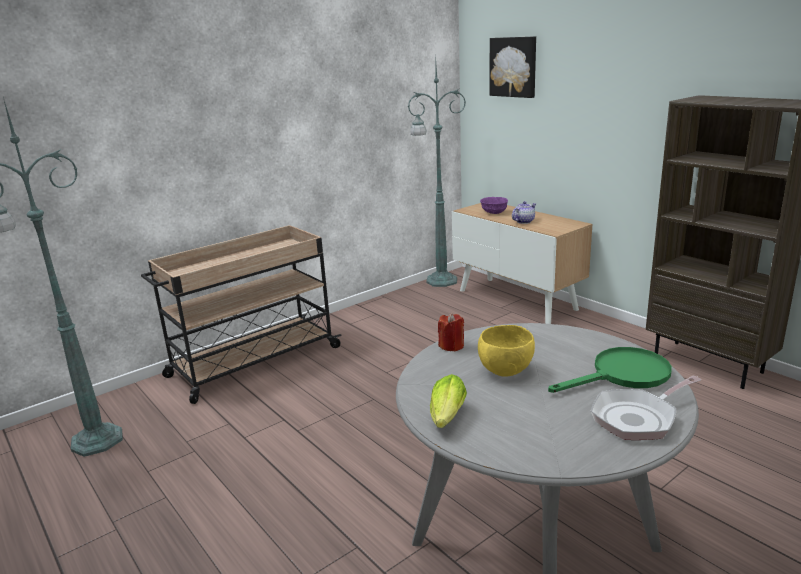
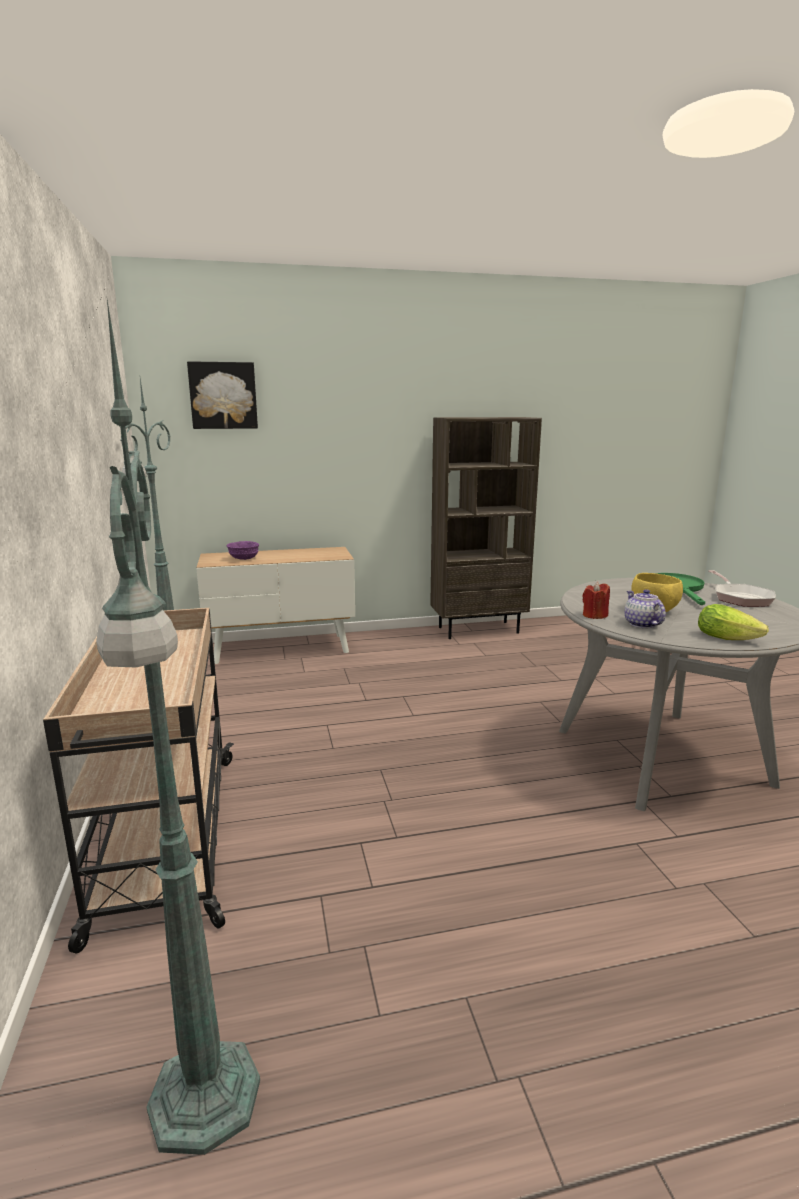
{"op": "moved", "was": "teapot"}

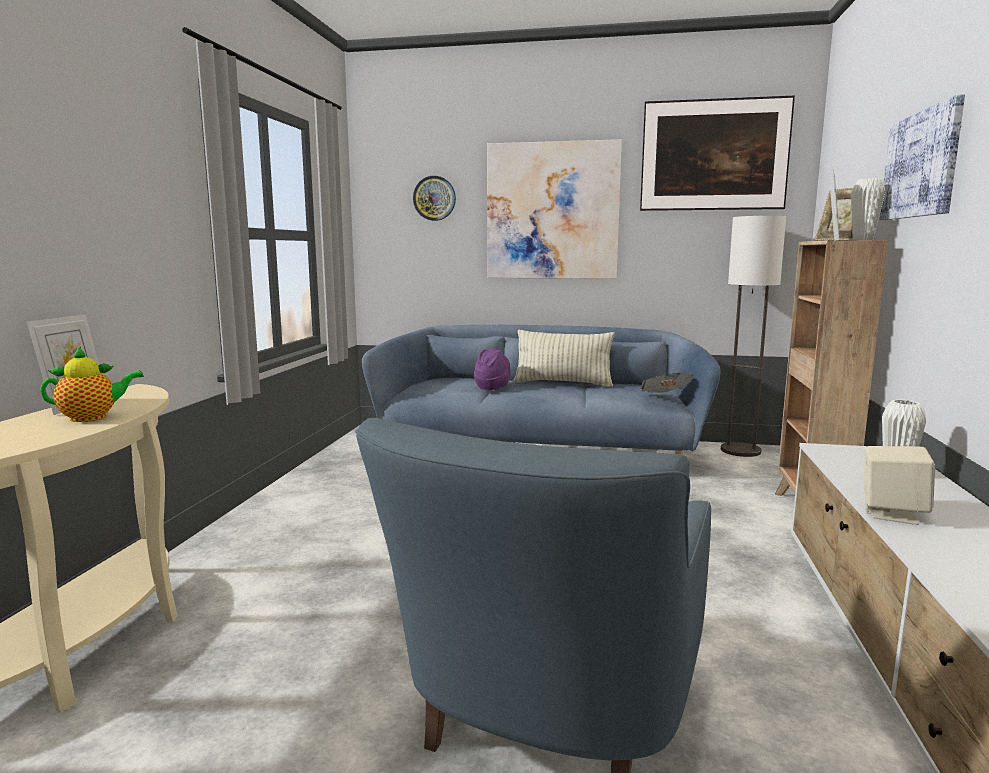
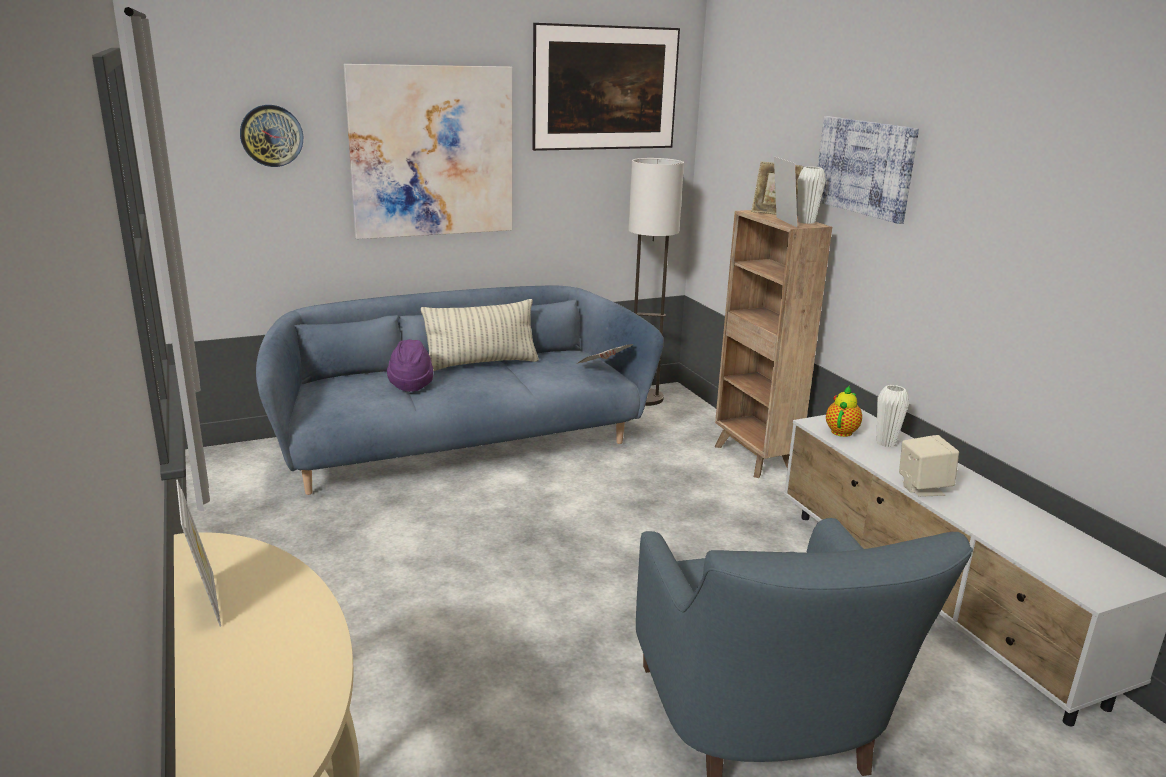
{"op": "moved", "was": "teapot"}

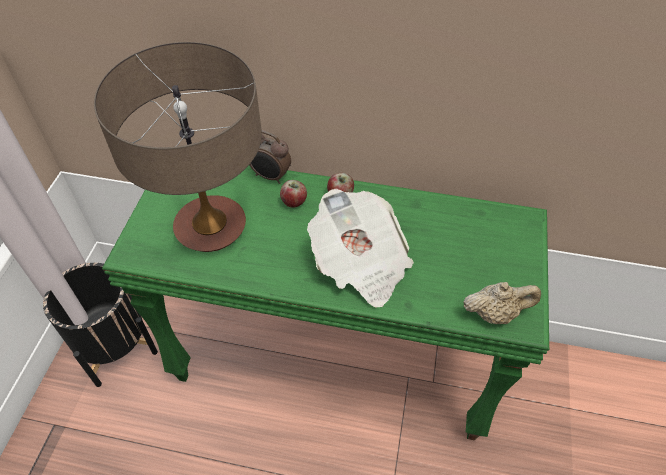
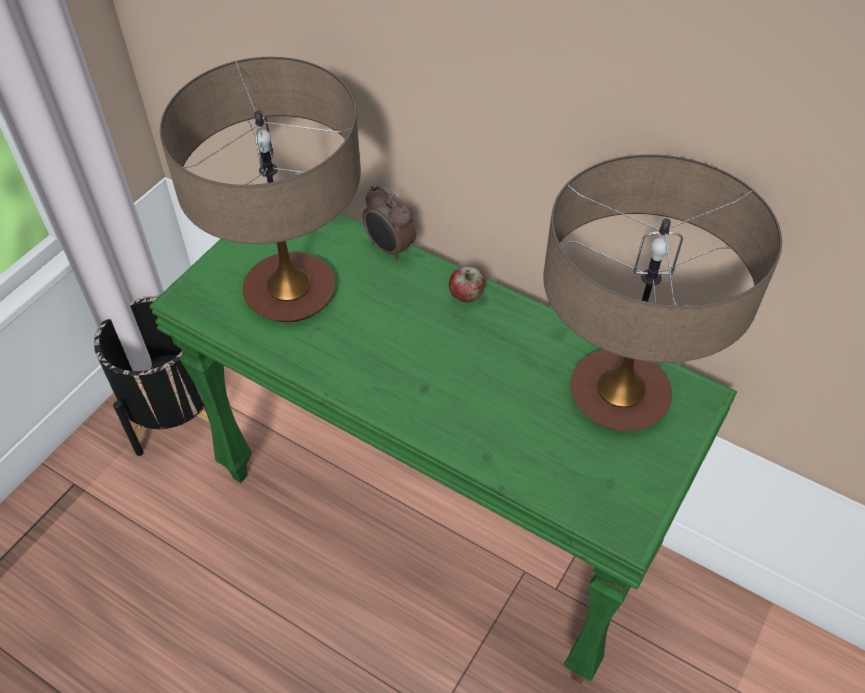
{"op": "removed", "was": "apple (1st from left)"}
{"op": "removed", "was": "newspaper"}
{"op": "removed", "was": "beige_teapot"}
{"op": "added", "now": "table_lamp (2nd from left)"}

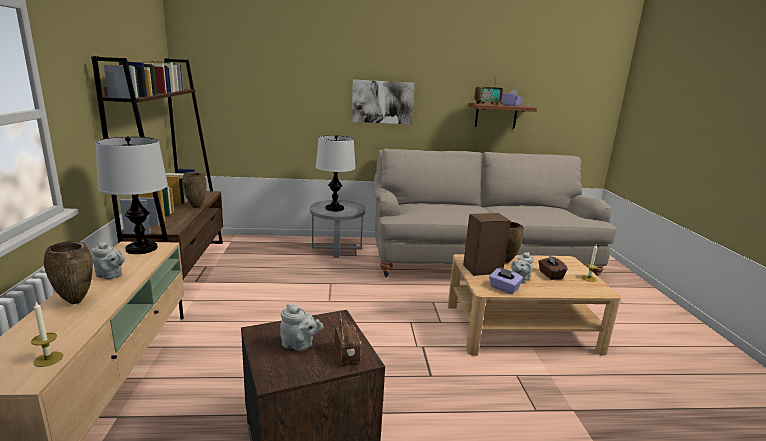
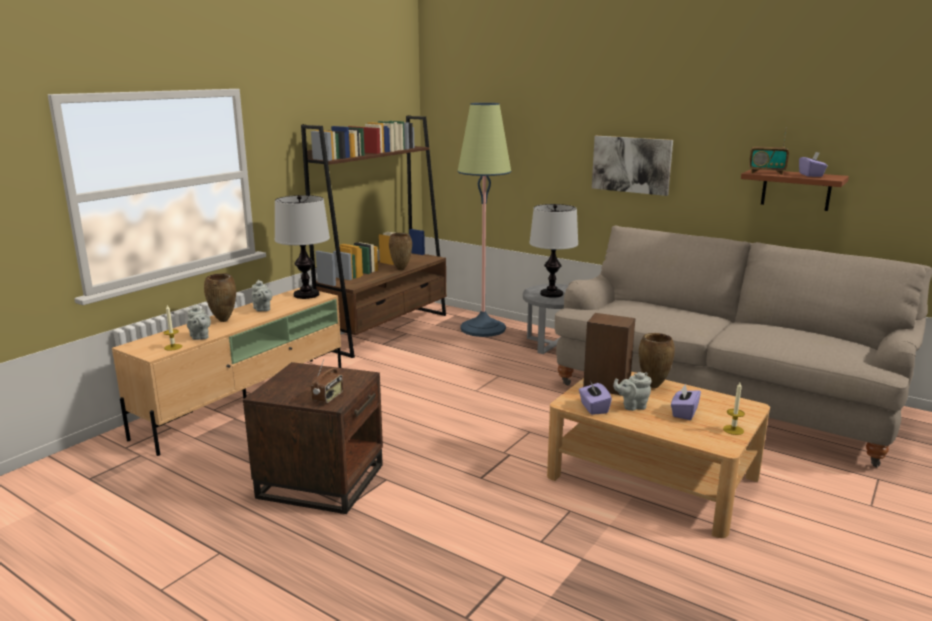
{"op": "moved", "was": "grey_teapot (2nd from left in the first image)", "now": "grey_teapot (1st from left)"}
{"op": "recoloured", "was": "brown_tissue_box", "now": "purple_tissue_box (2nd from left)"}
{"op": "added", "now": "floor_lamp"}

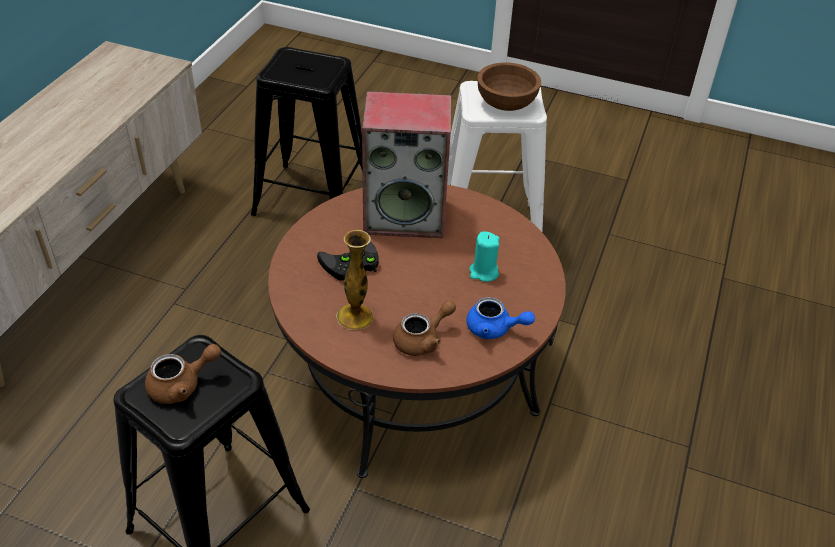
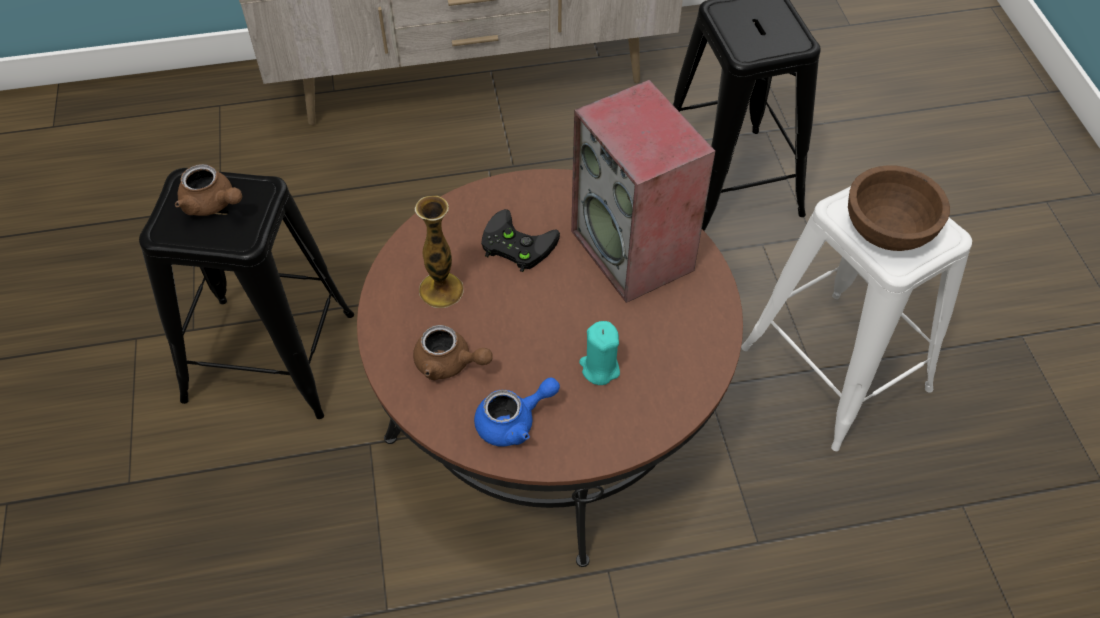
{"op": "turned", "was": "blue_teapot", "clockwise": -105}

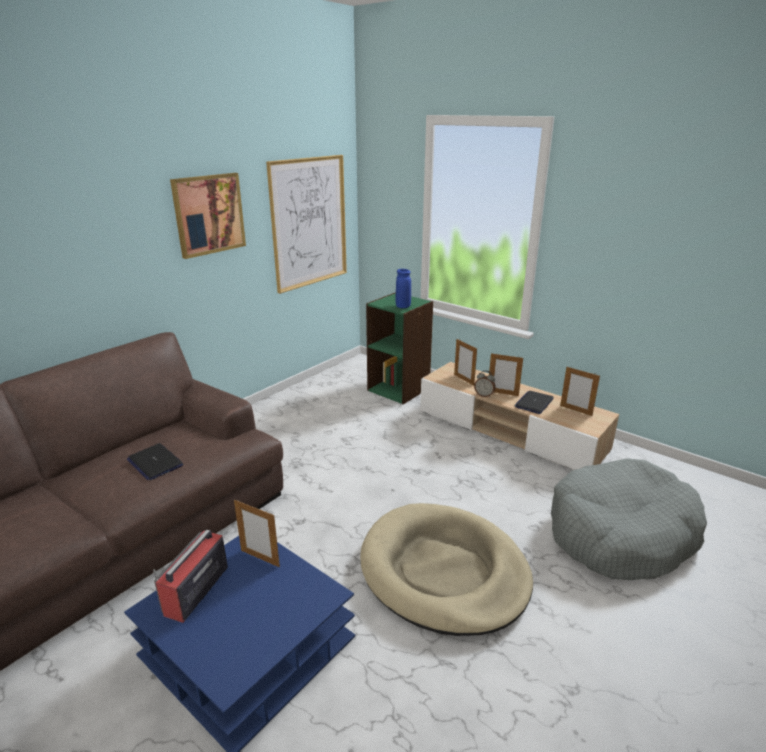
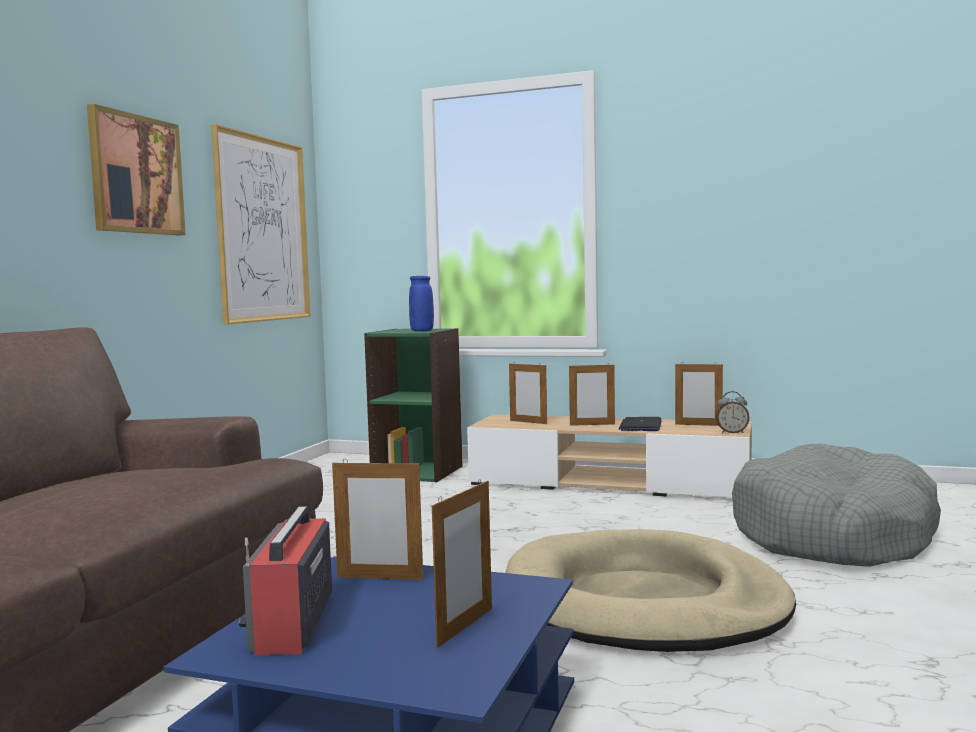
{"op": "removed", "was": "laptop (1st from left)"}
{"op": "moved", "was": "alarm_clock"}
{"op": "added", "now": "picture_frame (2nd from left)"}

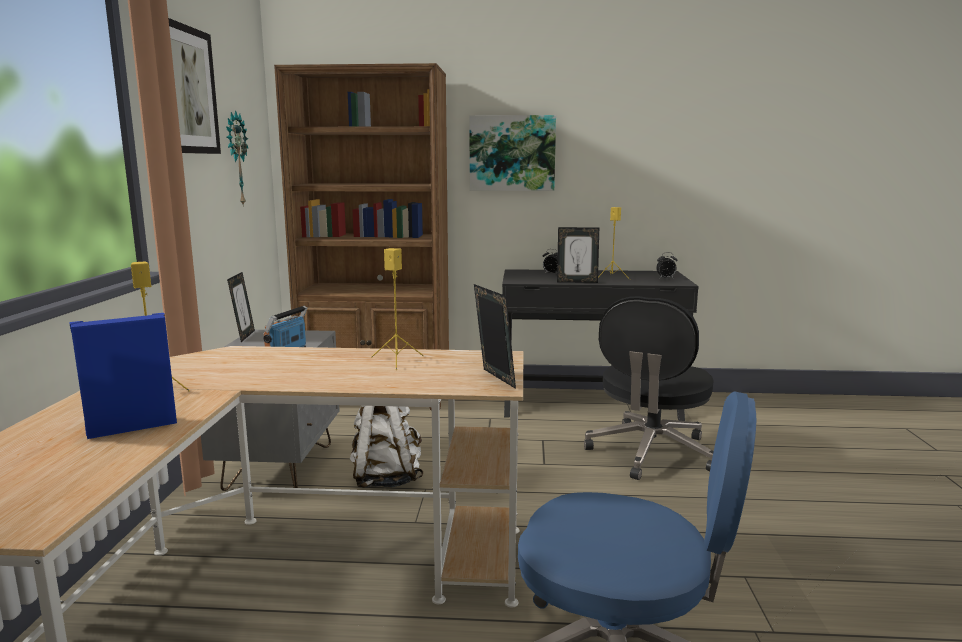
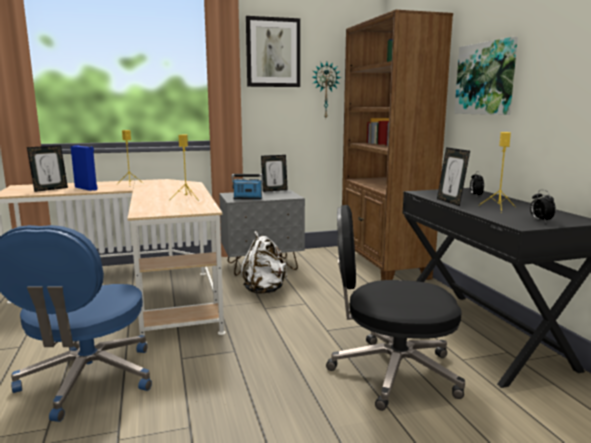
{"op": "moved", "was": "picture_frame (2nd from left in the first image)", "now": "picture_frame (1st from left)"}

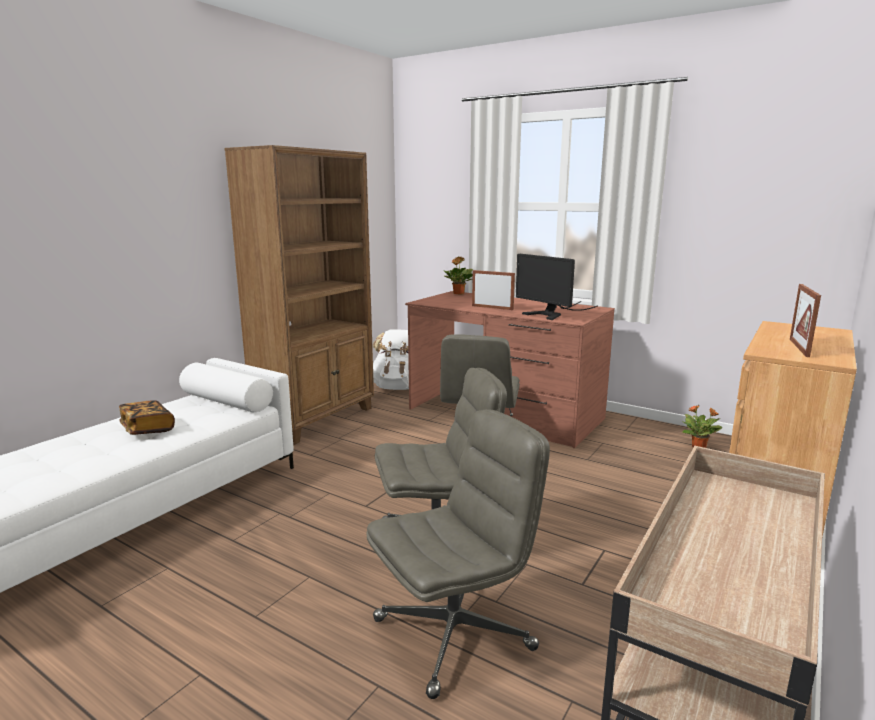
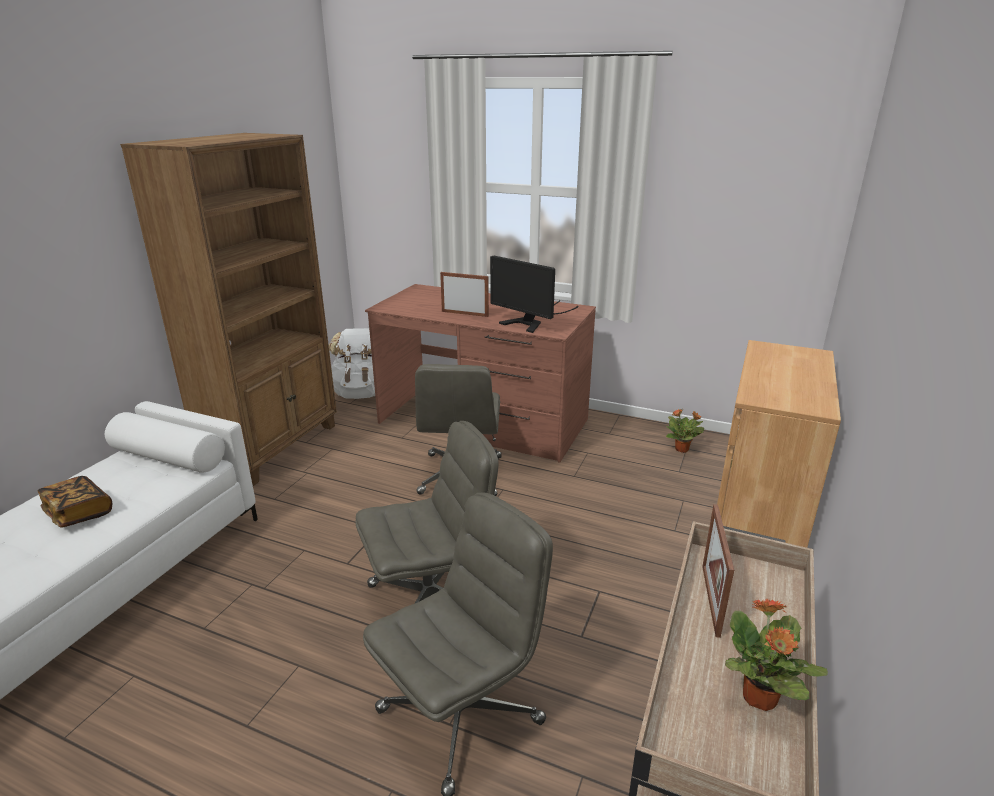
{"op": "moved", "was": "potted_plant (1st from left in the first image)", "now": "potted_plant (2nd from left)"}
{"op": "moved", "was": "picture_frame (2nd from left)"}

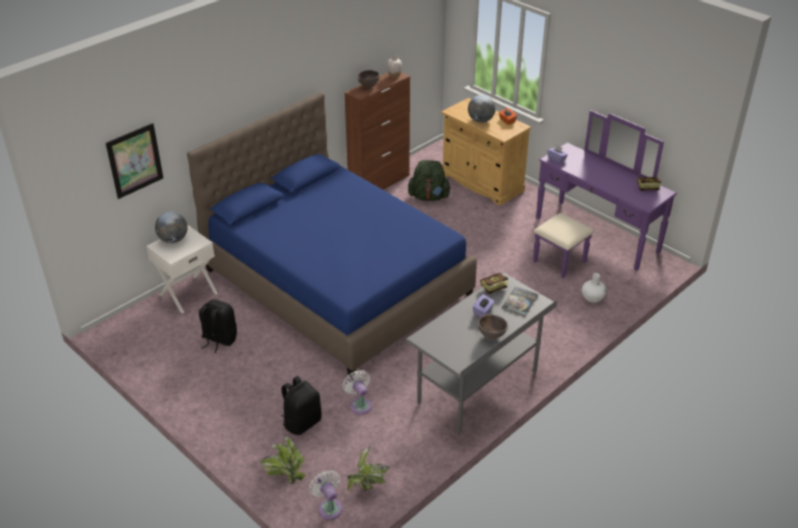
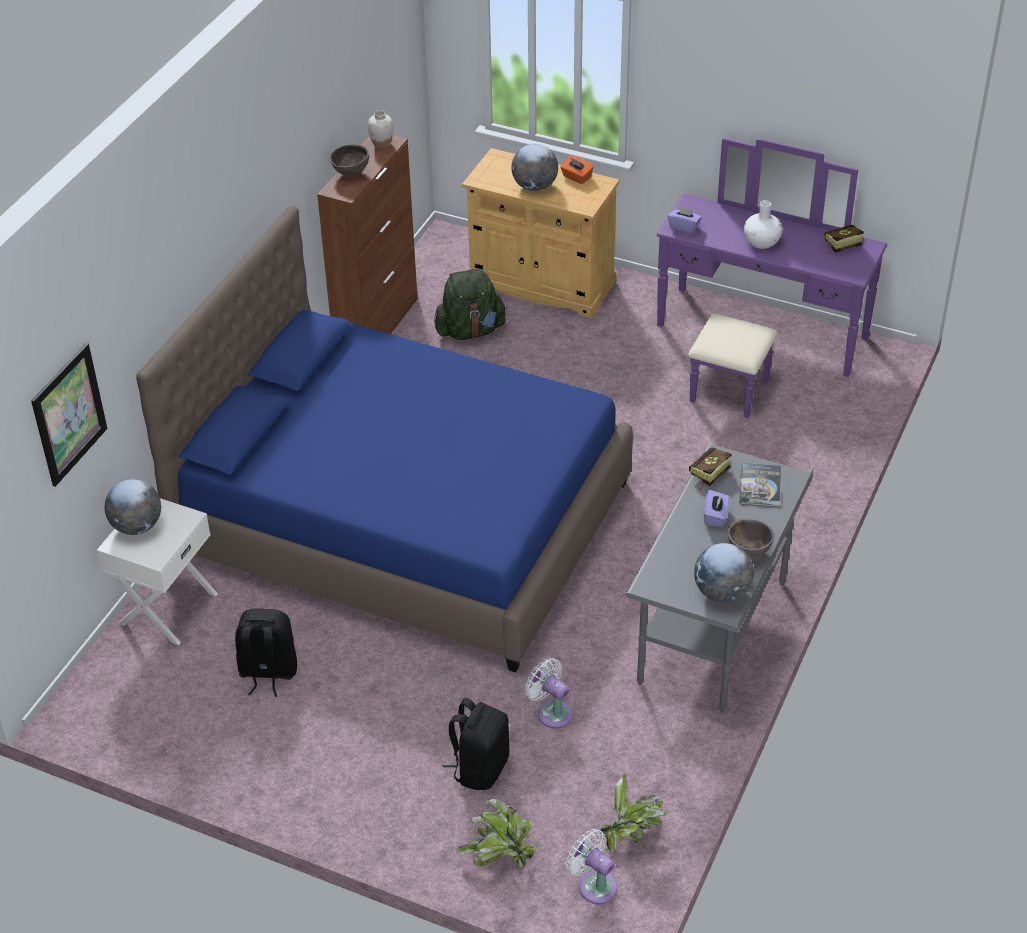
{"op": "moved", "was": "white_vase (2nd from left)"}
{"op": "added", "now": "globe (3rd from left)"}

